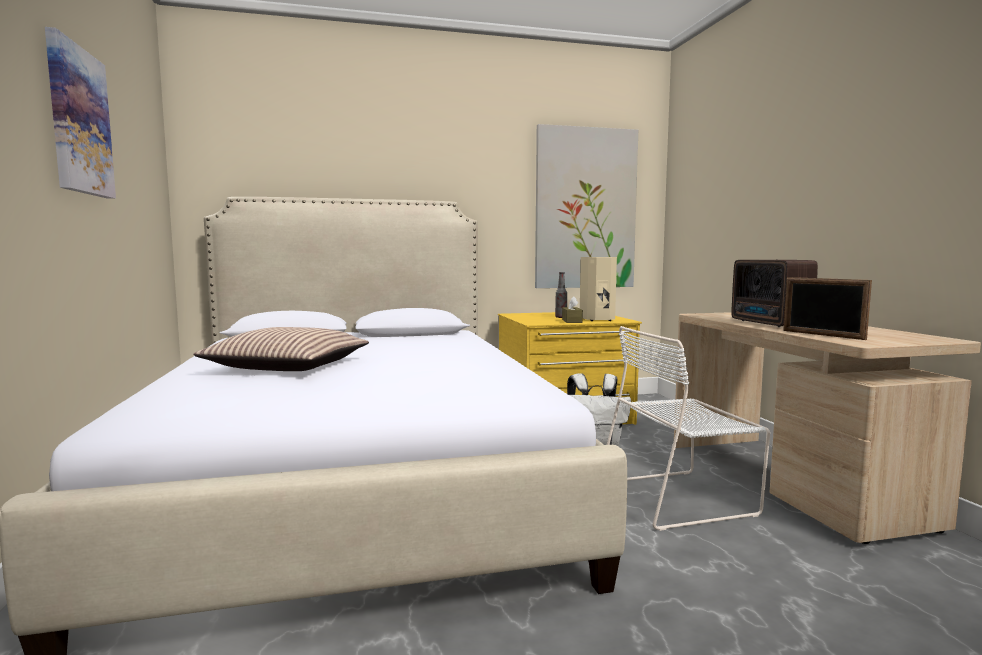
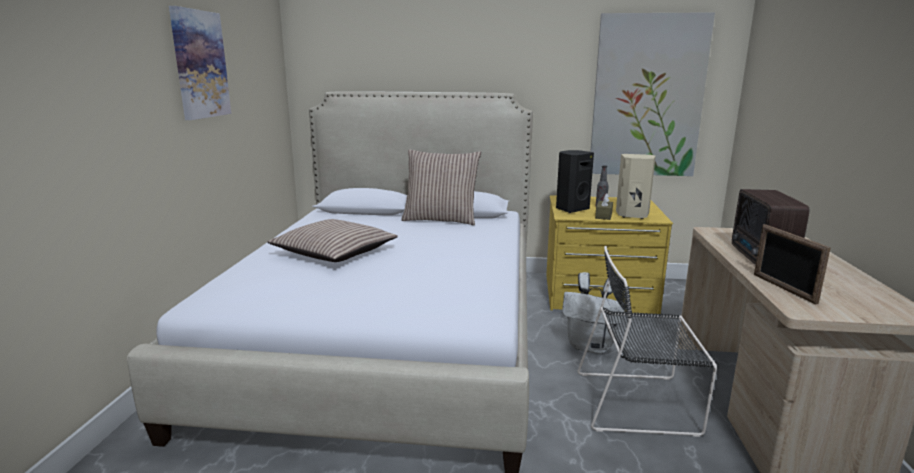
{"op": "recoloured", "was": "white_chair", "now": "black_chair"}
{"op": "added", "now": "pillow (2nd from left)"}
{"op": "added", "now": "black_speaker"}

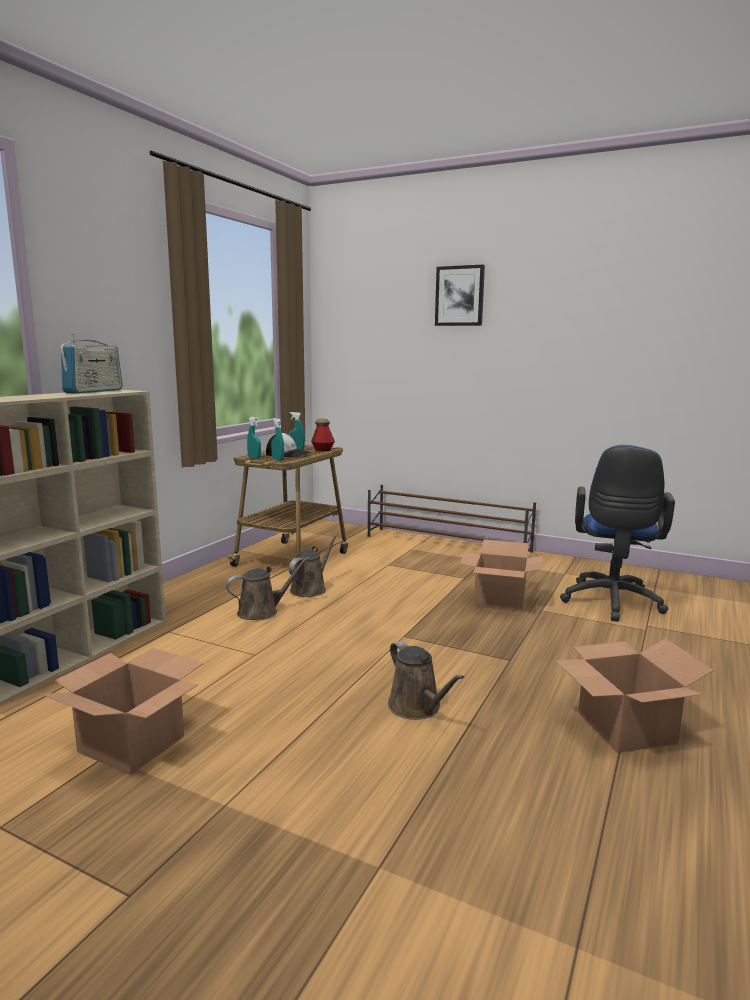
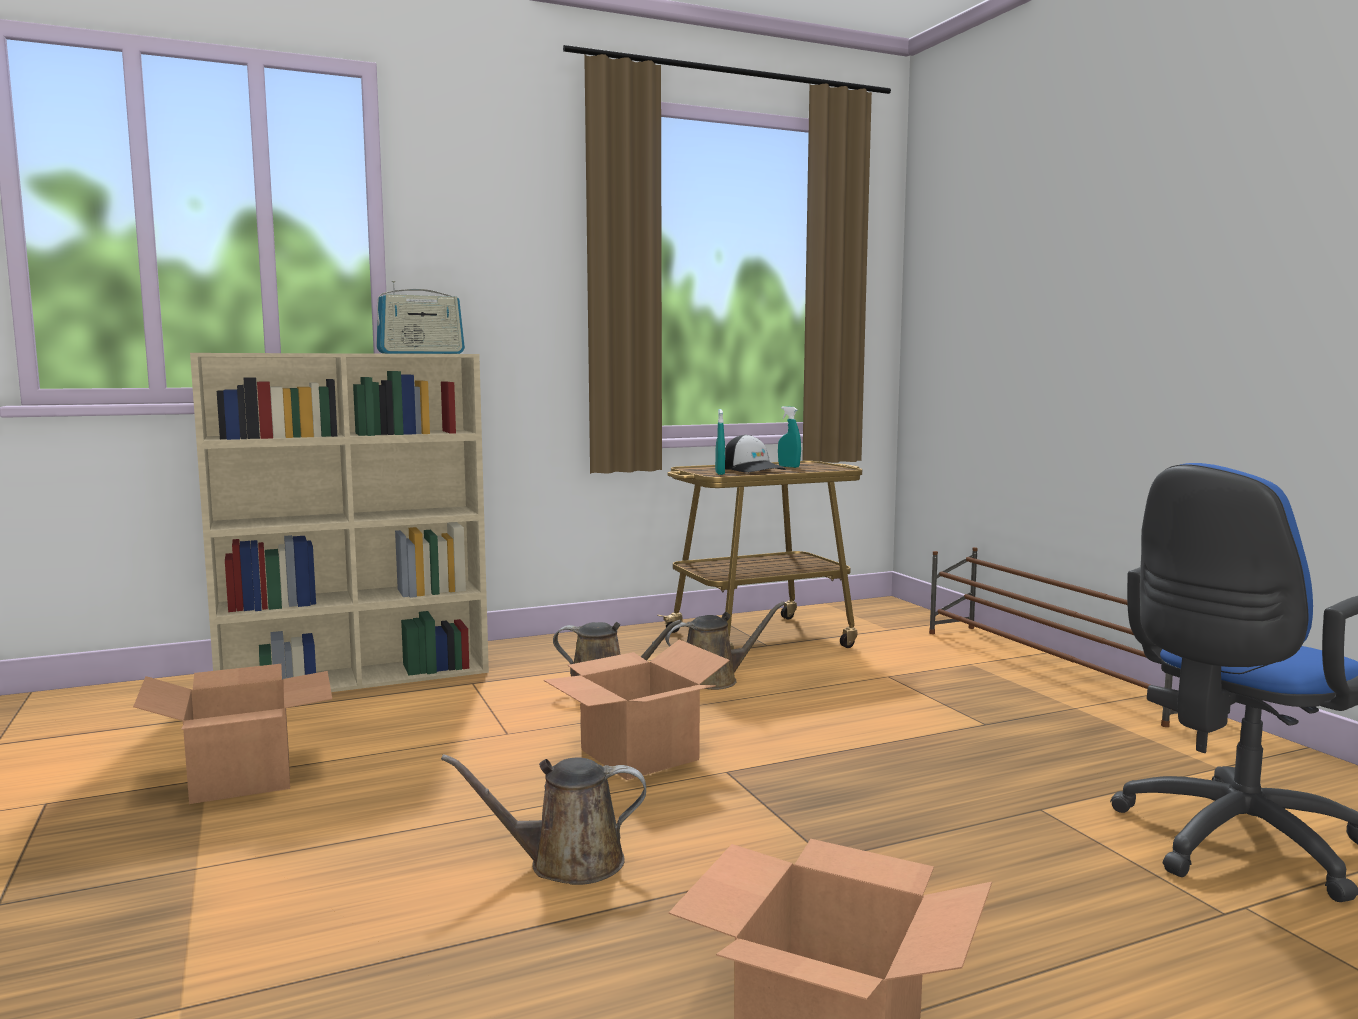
{"op": "removed", "was": "turquoise_spray_bottle (1st from left)"}
{"op": "removed", "was": "bottle"}
{"op": "turned", "was": "brown_watering_can (3rd from left in the first image)", "clockwise": 75}
{"op": "removed", "was": "picture"}
{"op": "moved", "was": "cardboard_box (2nd from left)"}

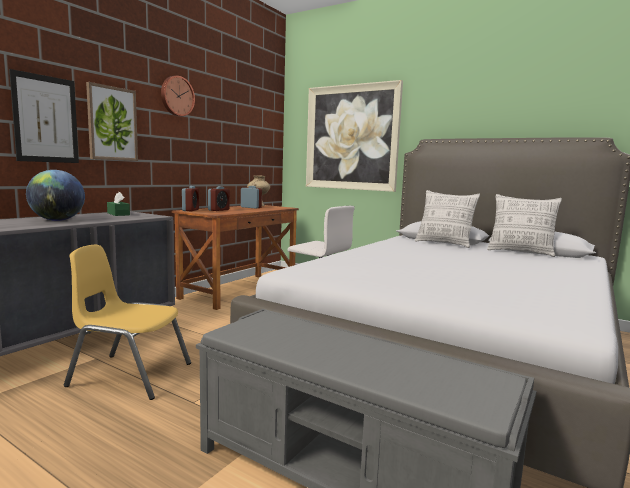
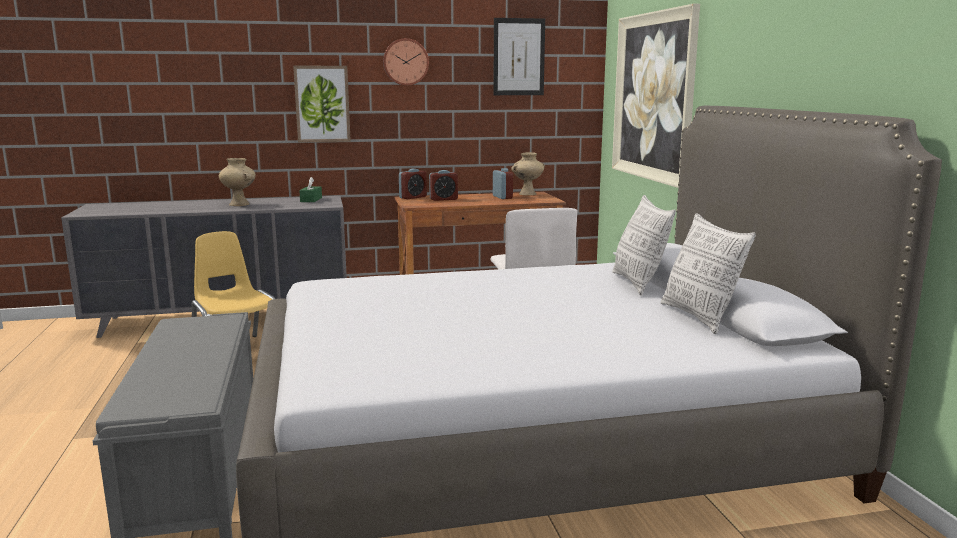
{"op": "moved", "was": "picture (1st from left in the first image)", "now": "picture (2nd from left)"}
{"op": "replaced", "was": "globe", "now": "beige_vase (1st from left)"}

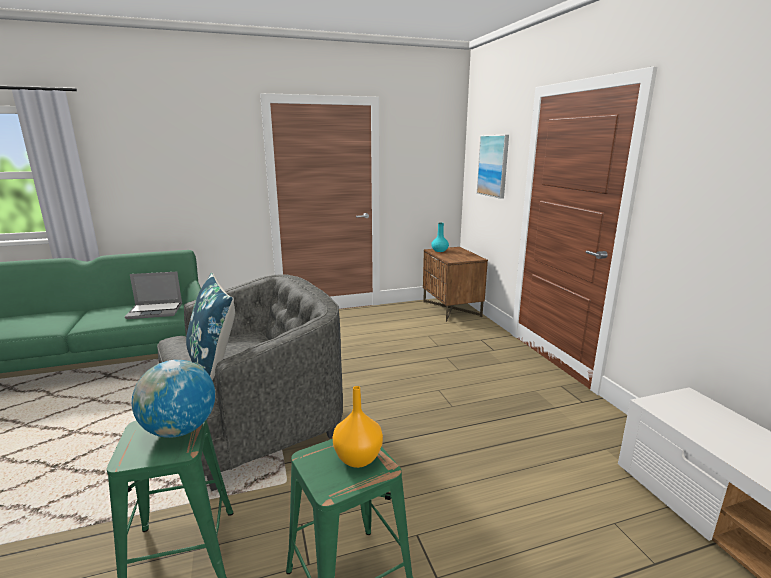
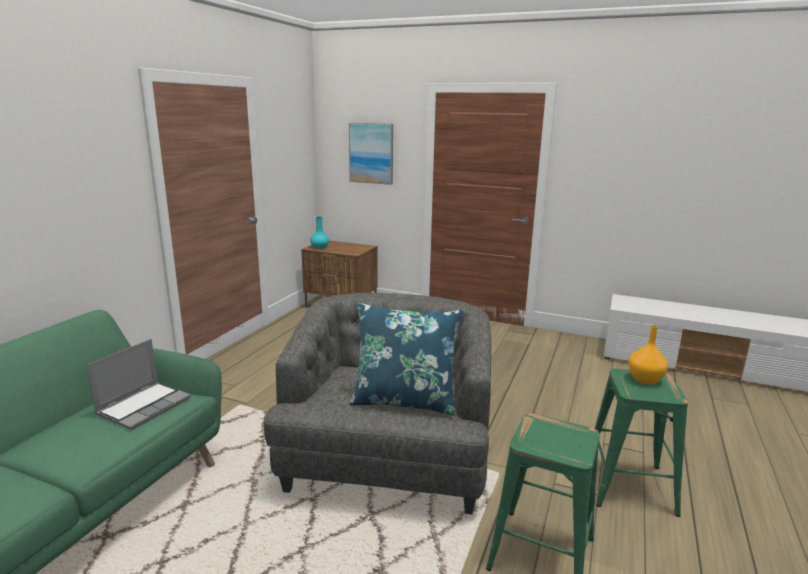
{"op": "removed", "was": "globe"}

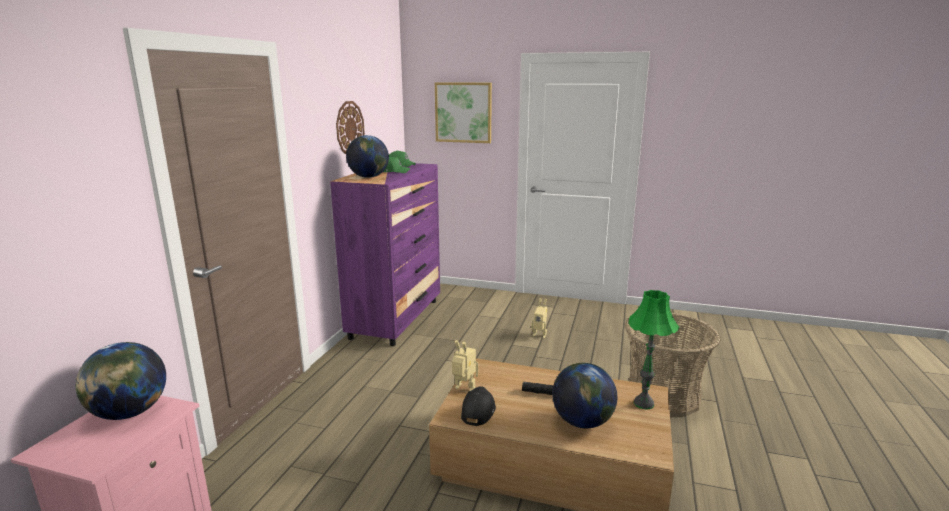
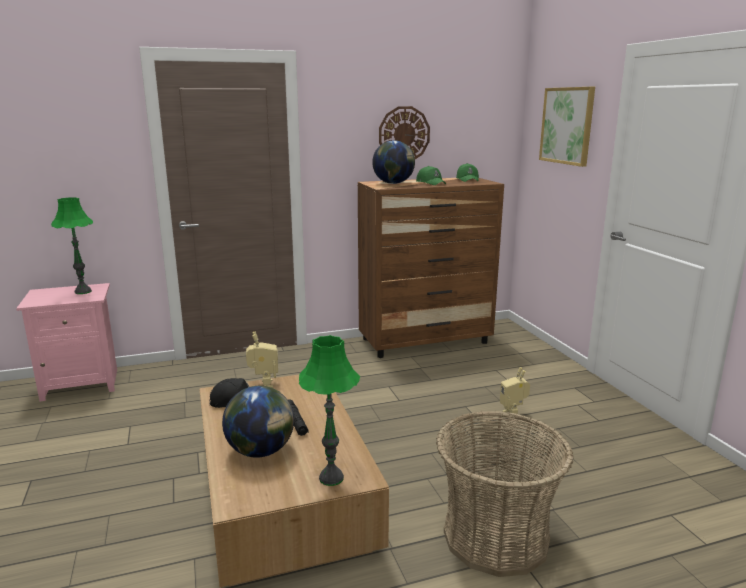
{"op": "replaced", "was": "globe (1st from left)", "now": "green_table_lamp (1st from left)"}
{"op": "recoloured", "was": "purple_dresser", "now": "brown_dresser"}

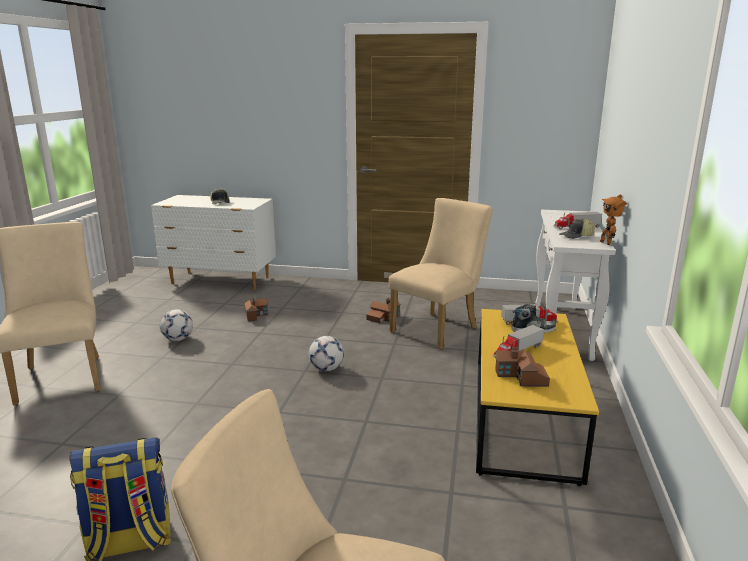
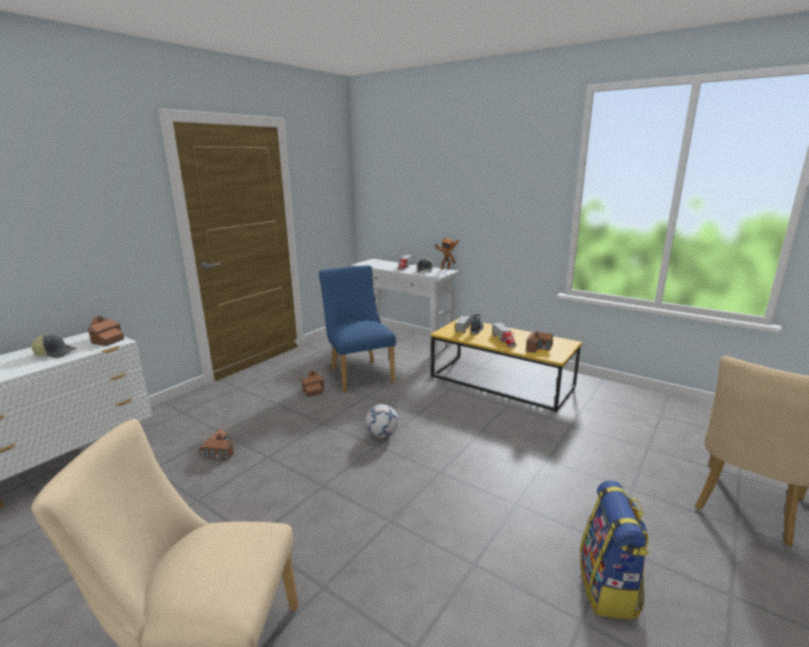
{"op": "removed", "was": "football (1st from left)"}
{"op": "recoloured", "was": "beige_chair (3rd from left)", "now": "blue_chair"}
{"op": "added", "now": "toy_house (1st from left)"}

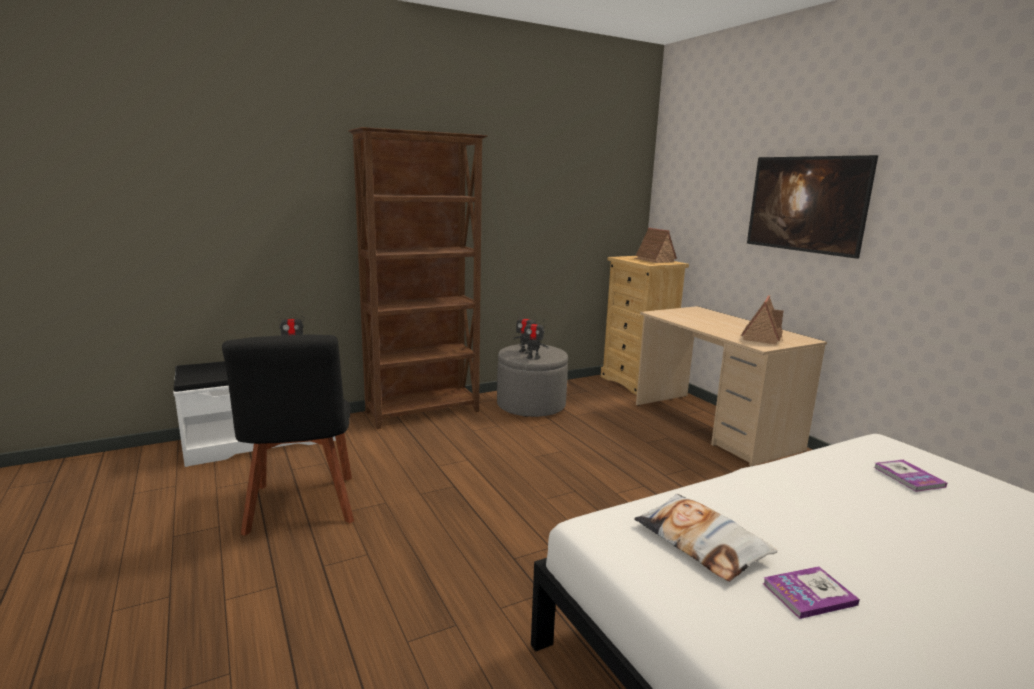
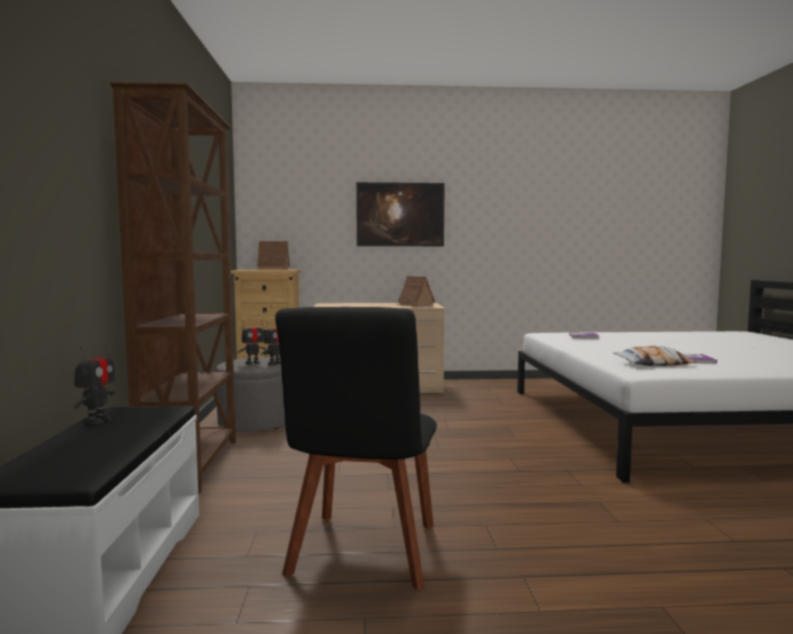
{"op": "turned", "was": "black_chair", "clockwise": 90}

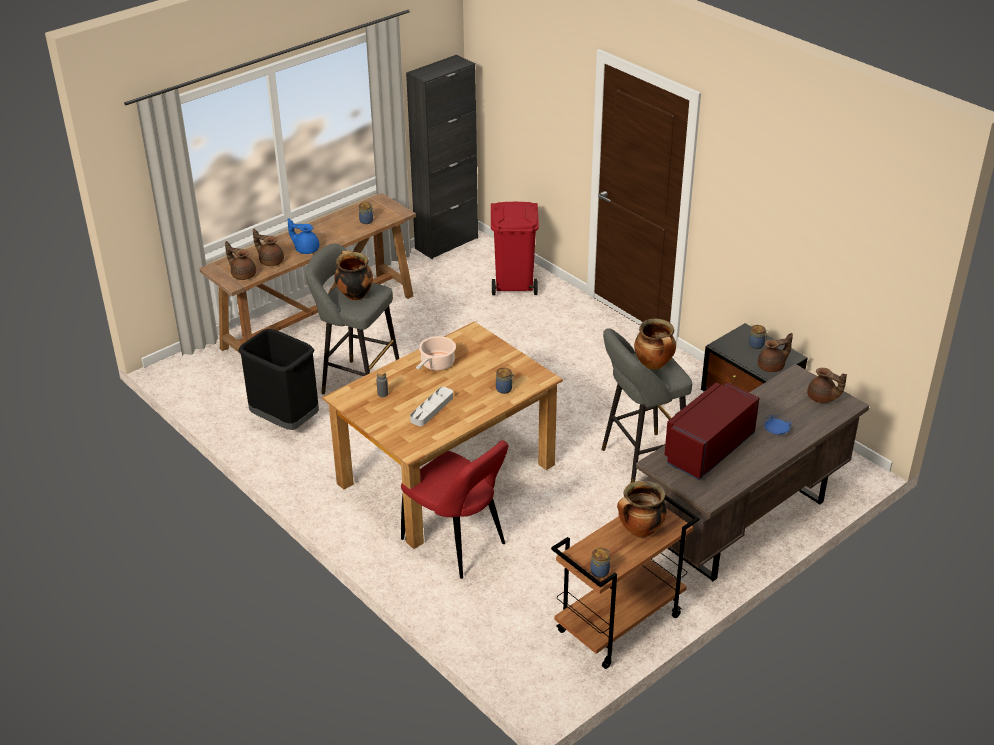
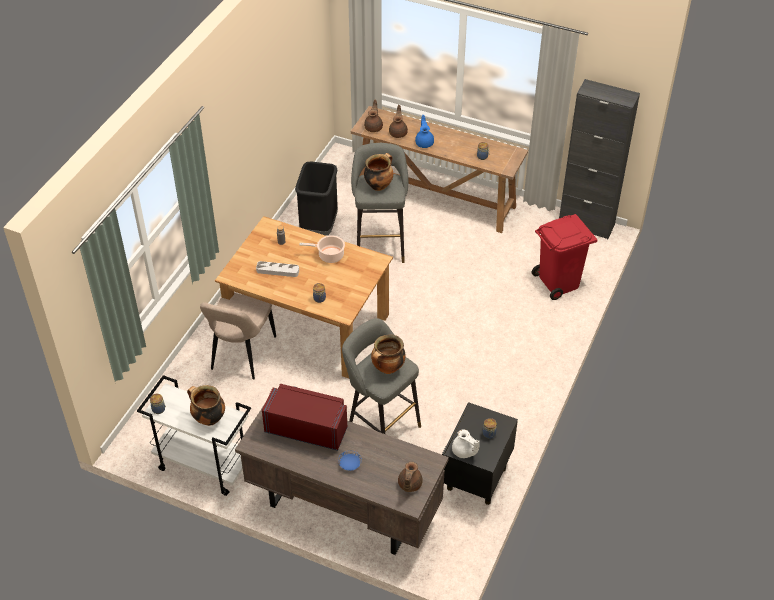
{"op": "recoloured", "was": "red_chair", "now": "beige_chair"}
{"op": "recoloured", "was": "brown_cart", "now": "white_cart"}
{"op": "recoloured", "was": "brown_teapot (3rd from left)", "now": "white_teapot"}

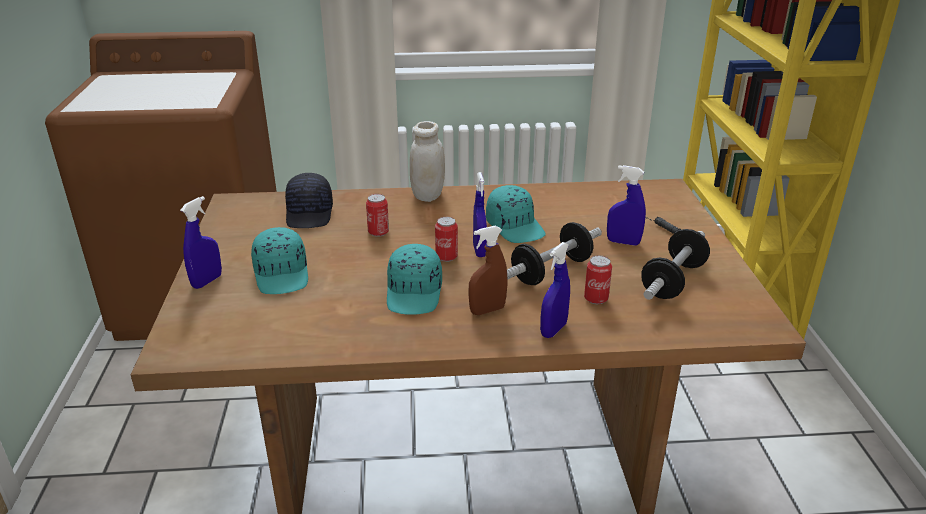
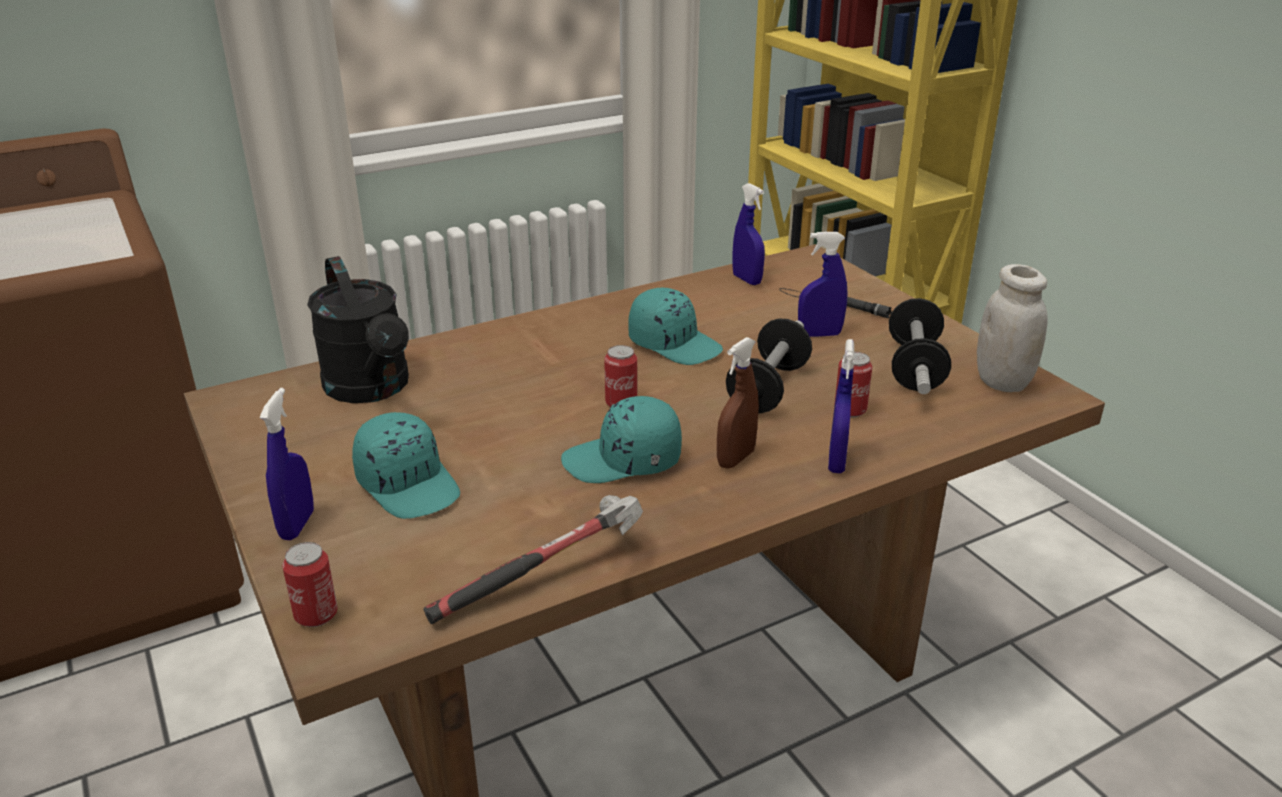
{"op": "replaced", "was": "black_cap", "now": "black_watering_can"}
{"op": "moved", "was": "can (1st from left)"}
{"op": "turned", "was": "turquoise_cap (2nd from left)", "clockwise": 105}
{"op": "moved", "was": "white_jar"}
{"op": "moved", "was": "blue_spray_bottle (2nd from left)"}
{"op": "added", "now": "hammer"}

